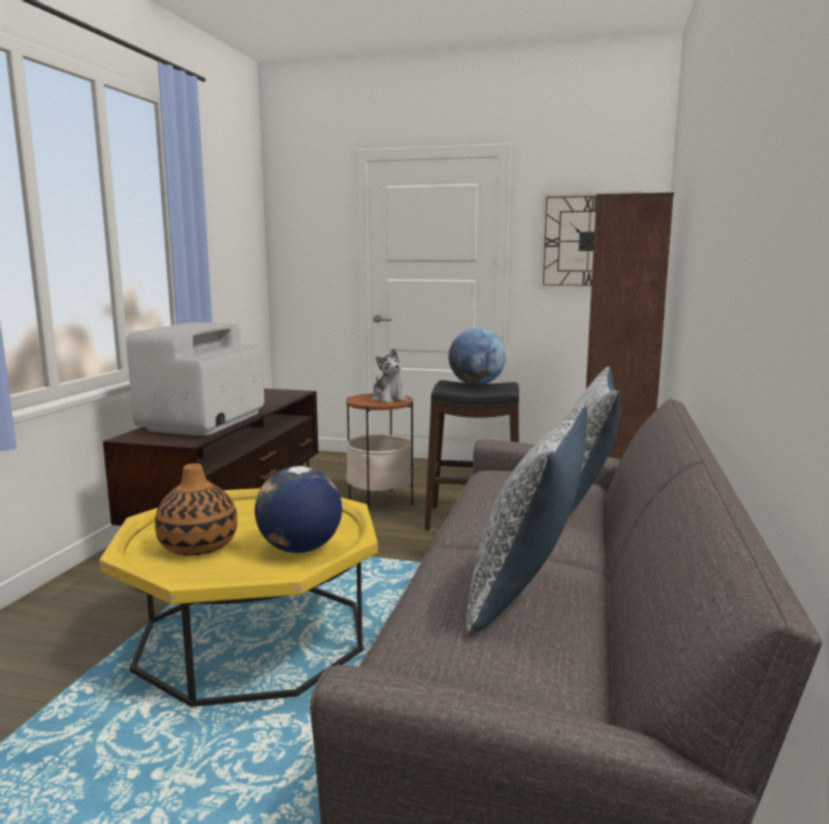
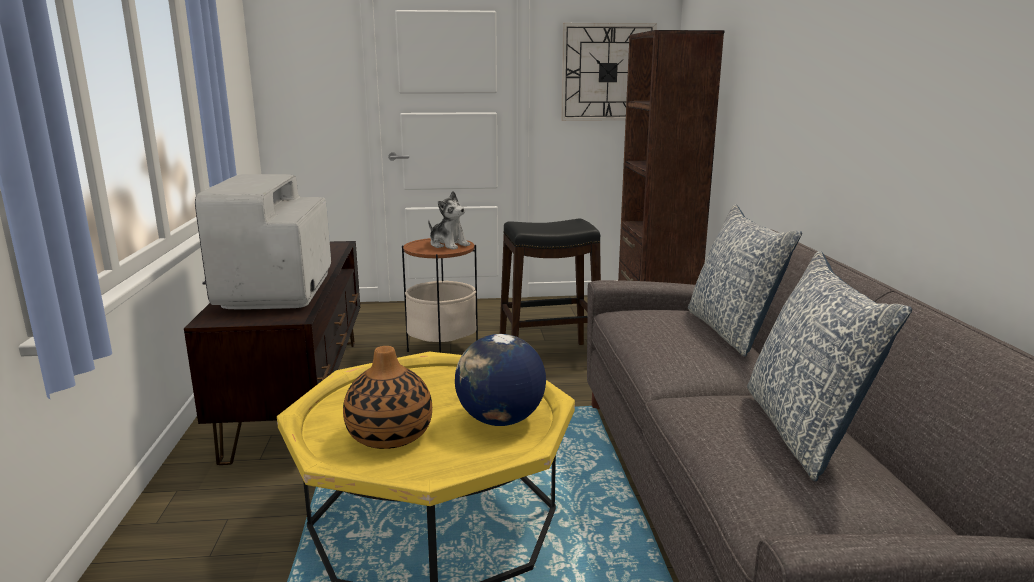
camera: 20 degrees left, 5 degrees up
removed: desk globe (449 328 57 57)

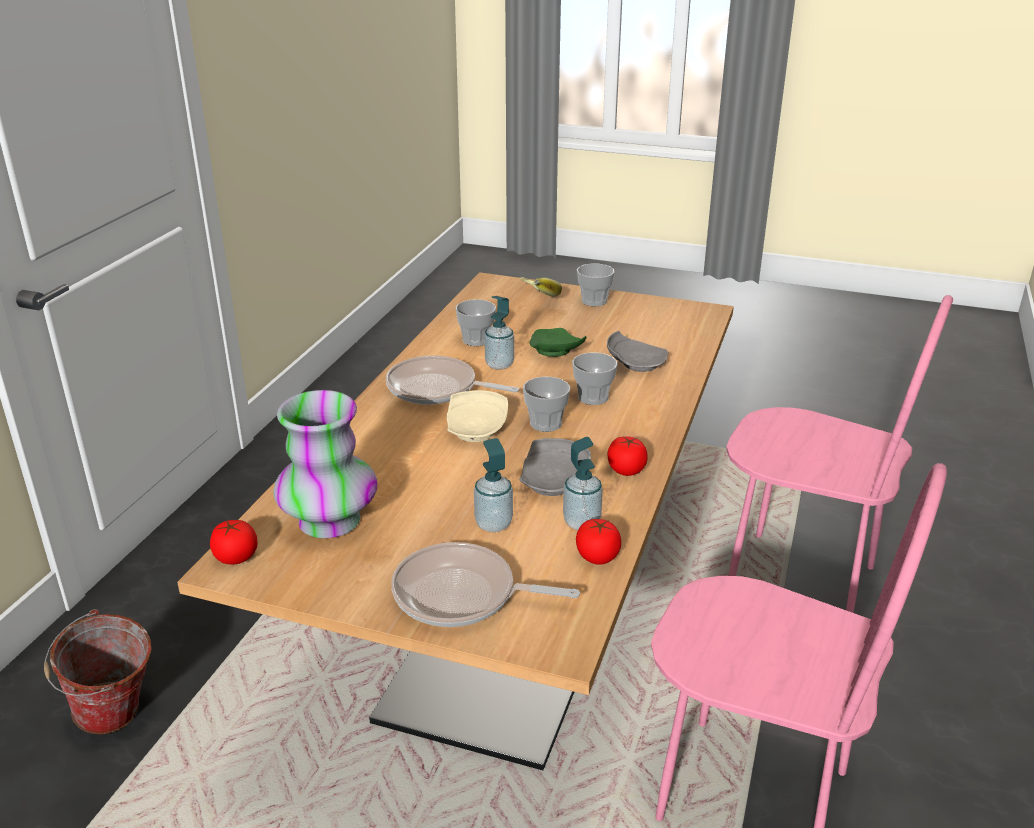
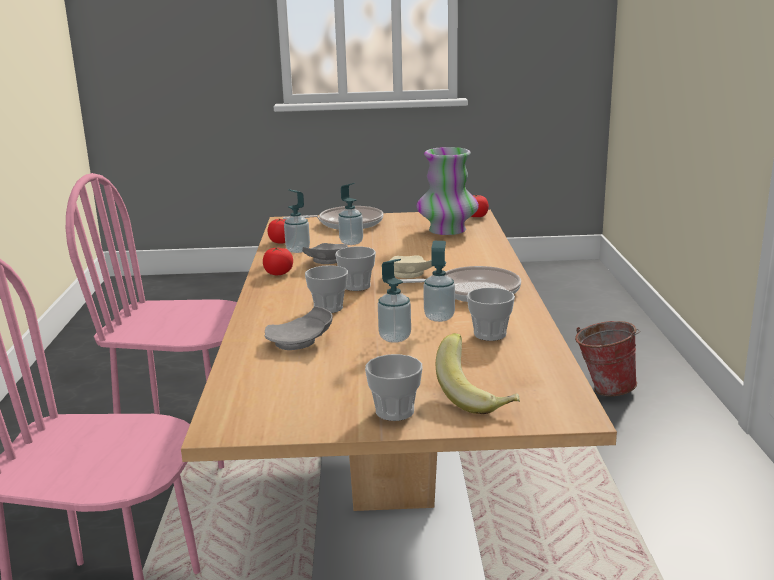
camera: 160 degrees right, 10 degrees down
replaced: green plate (530 328 56 29) to soap dispenser (378 259 33 84)

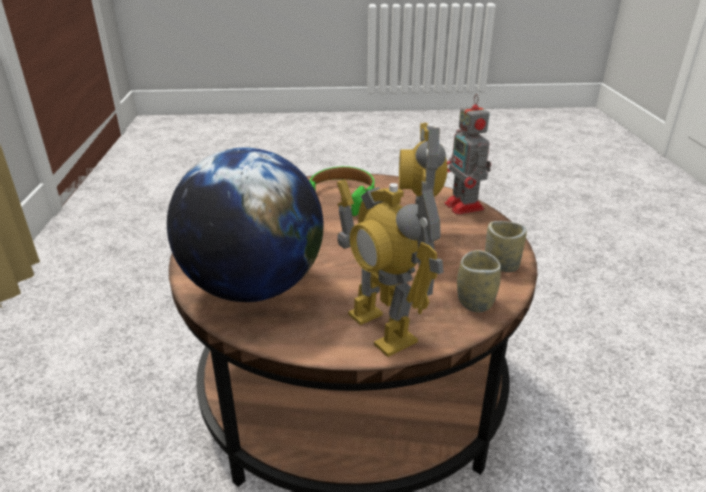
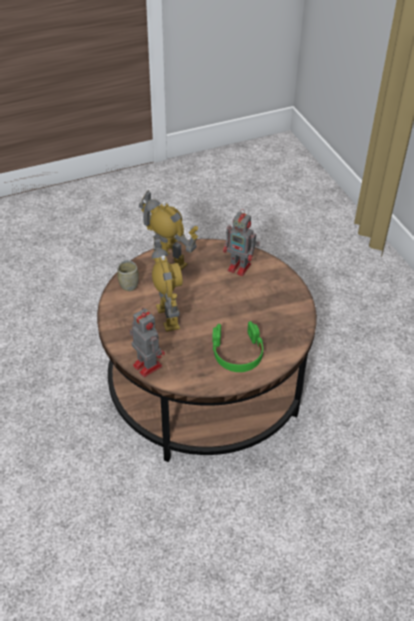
camera: 160 degrees right, 15 degrees up
removed: cup (485 221 42 51)
replaced: desk globe (167 147 157 155) to toy robot (223 209 36 67)

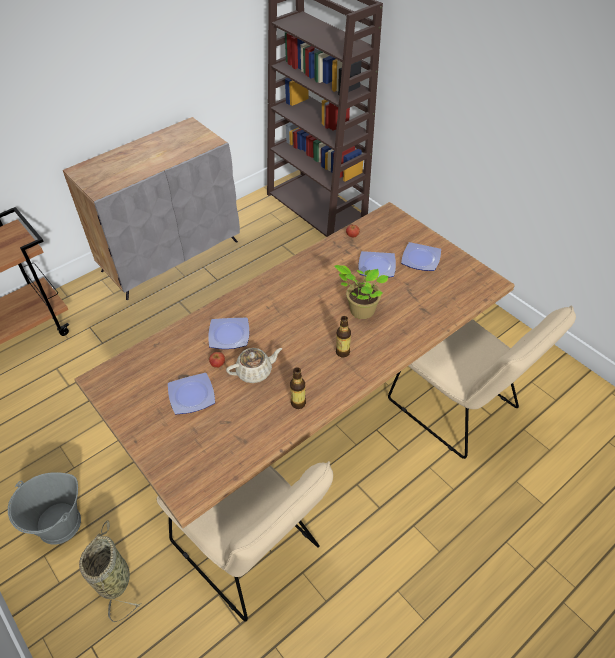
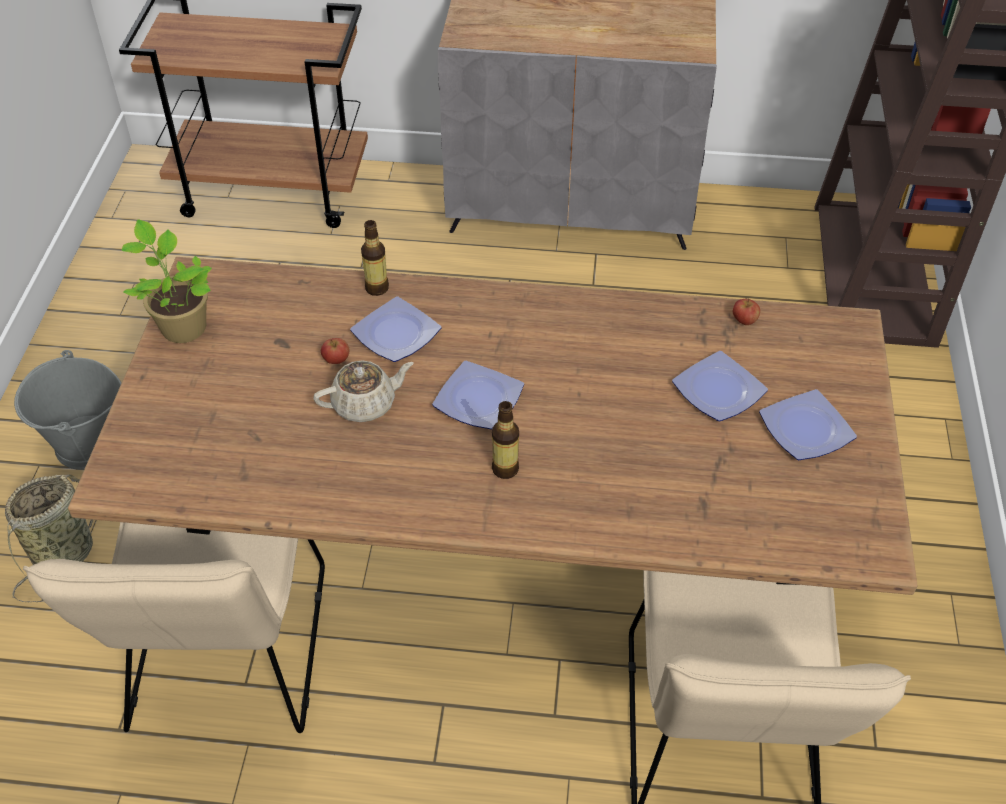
camera: 45 degrees right, 0 degrees up
moved: potted plant (334 265 54 54) to (122 220 90 123); bottle (290 367 16 42) to (361 220 28 76); plate (168 373 47 41) to (432 361 92 69)
turned: sand-coloured pot for tea (226 348 56 35) = (313 360 101 62) 45 degrees counterclockwise

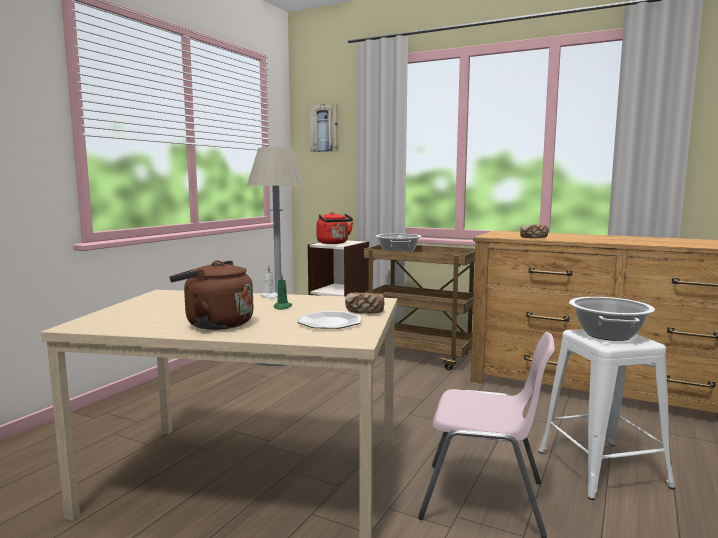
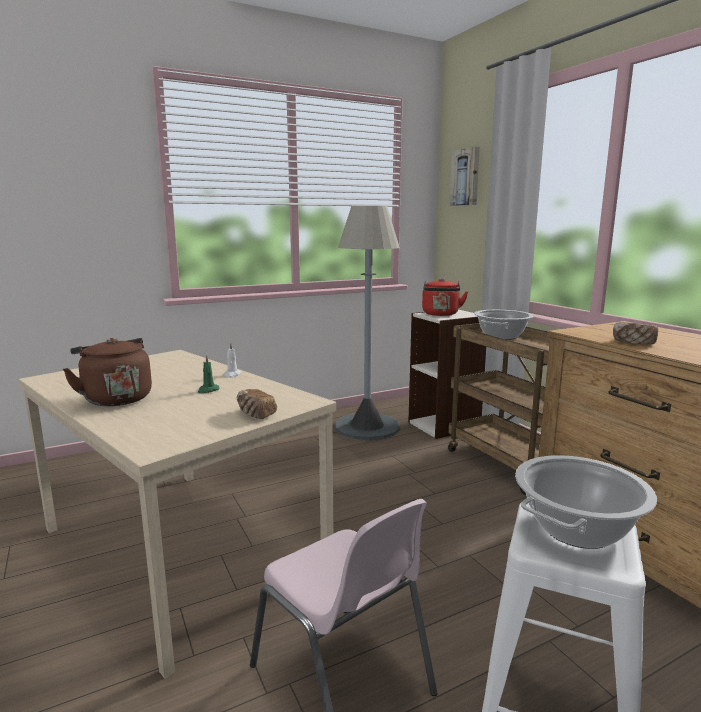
camera: 35 degrees right, 5 degrees up
removed: plate (297 311 65 18)

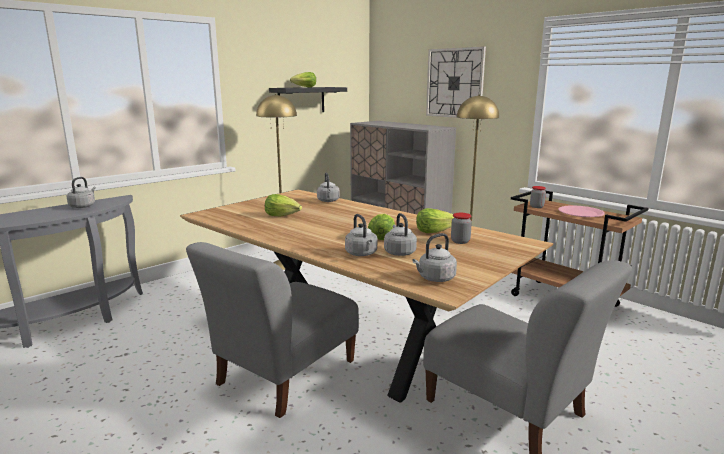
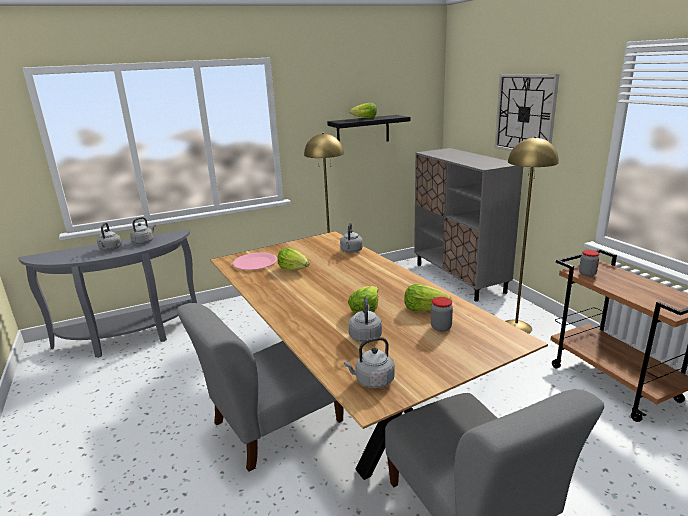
camera: 20 degrees right, 5 degrees up
moved: pink-coloured plate (558 205 47 12) to (233 253 44 17); grey water kettle (345 214 32 42) to (97 223 25 28)

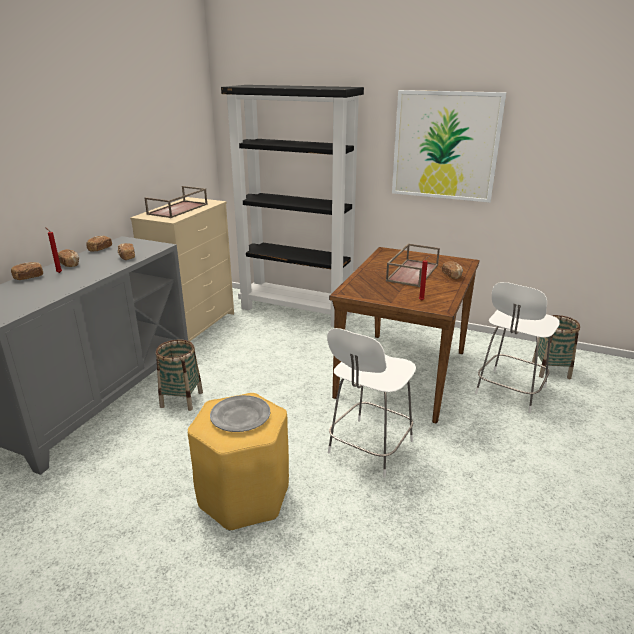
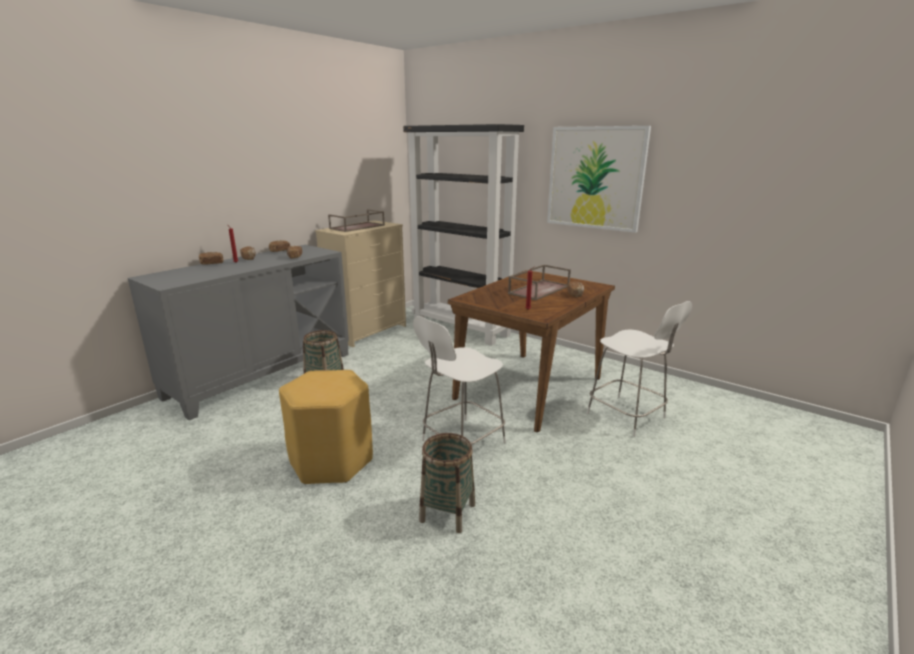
camera: 15 degrees right, 5 degrees down
removed: grey plate (210 395 60 37)
moved: storage basket (532 315 48 64) to (419 433 56 100)
turned: white-coloured plain chair (475 282 85 131) = (587 301 105 136) 90 degrees counterclockwise

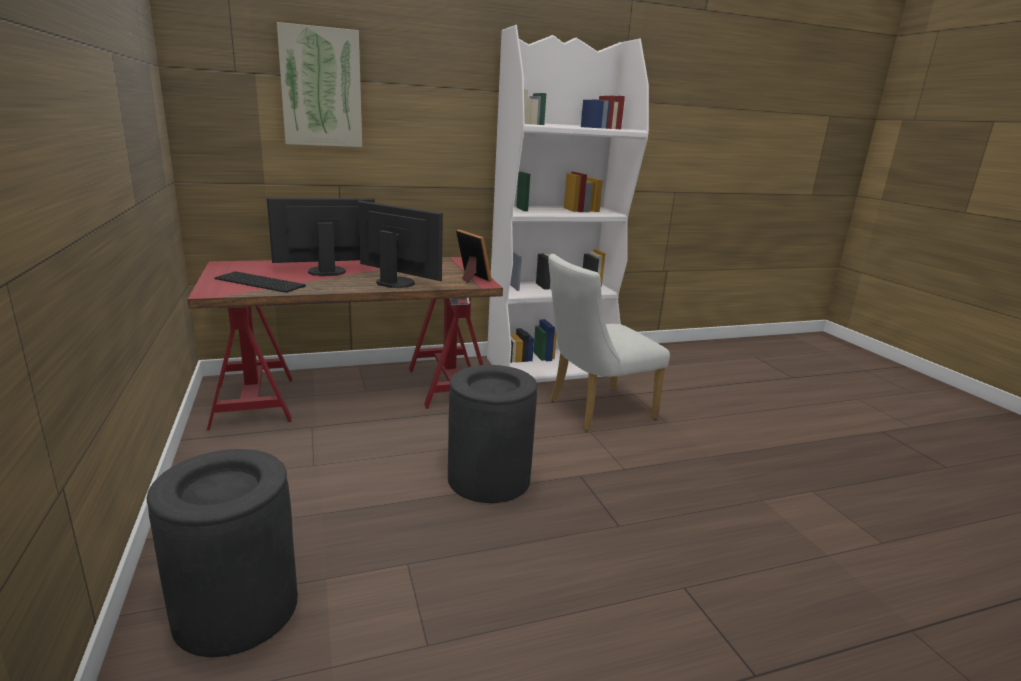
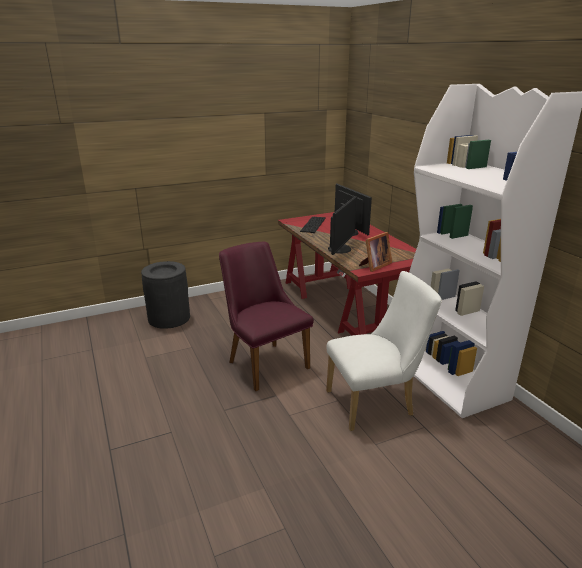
camera: 85 degrees right, 5 degrees up
removed: wall picture (277 22 85 125)
replaced: black rubbish bin (448 365 89 138) to purple-coloured plain chair (219 241 95 150)
turned: white-coloured plain chair (548 254 122 177) = (326 271 116 160) 105 degrees clockwise

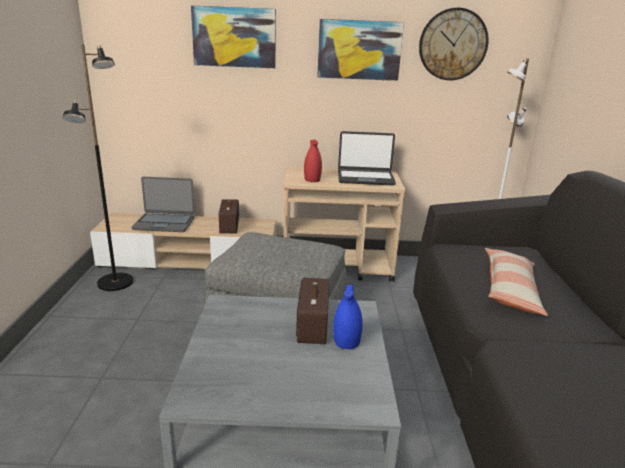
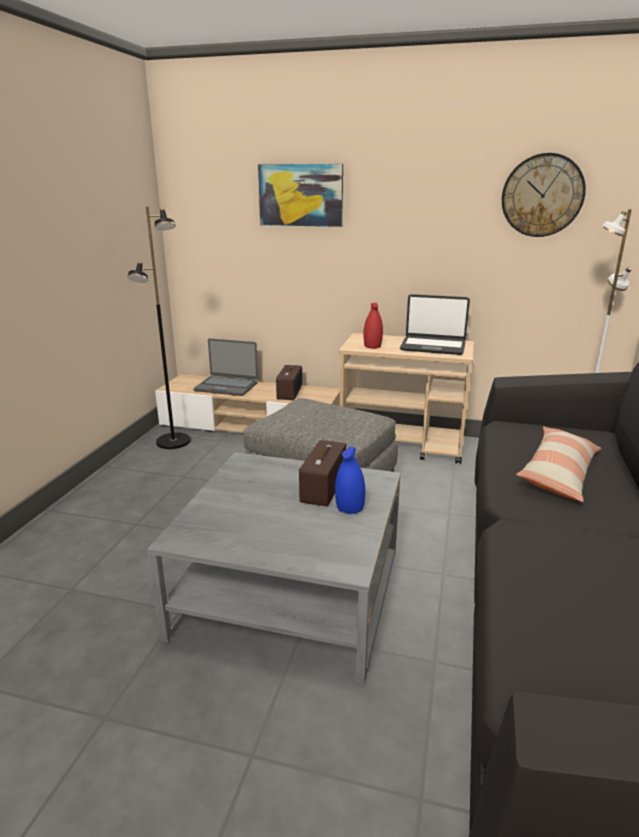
camera: 15 degrees right, 0 degrees up
removed: wall picture (317 19 87 62)

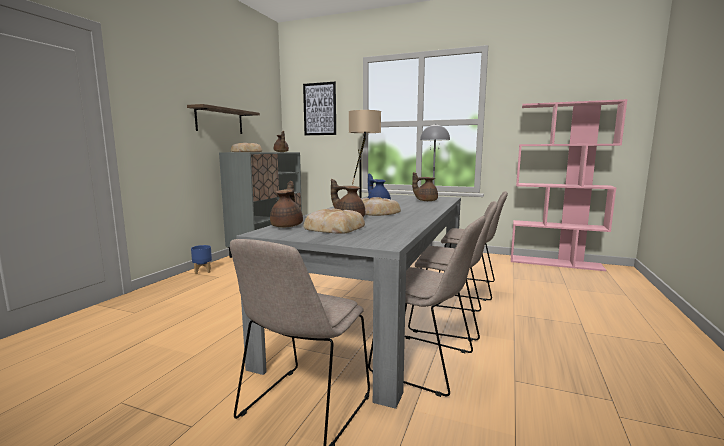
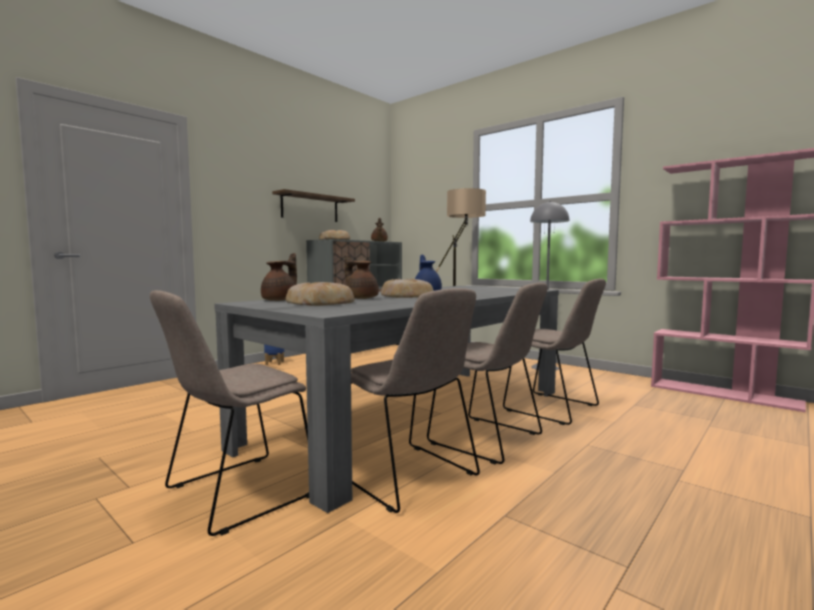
camera: 20 degrees right, 5 degrees down
removed: wall picture (303 82 33 53); brownish pot for tea (412 172 26 29)

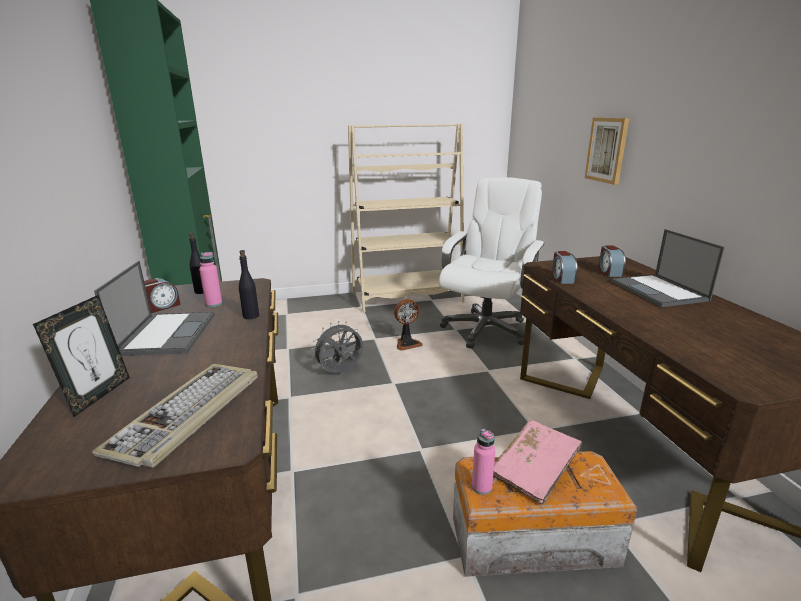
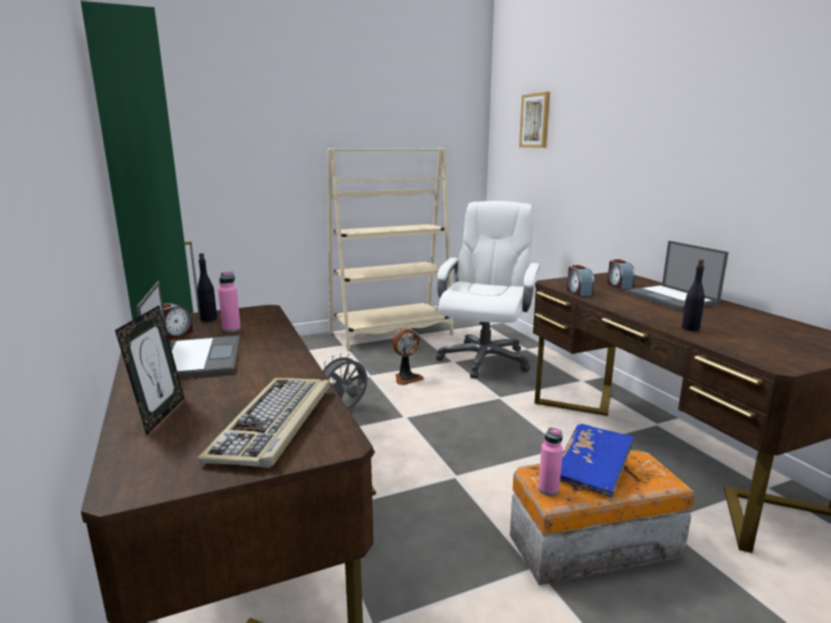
camera: 10 degrees left, 5 degrees down
moved: wall picture (585 118 44 67) to (519 92 31 56); black bottle (239 250 20 69) to (682 259 23 72)
recoloured: pink-coloured book (493 420 89 85) to blue book (560 424 74 73)

